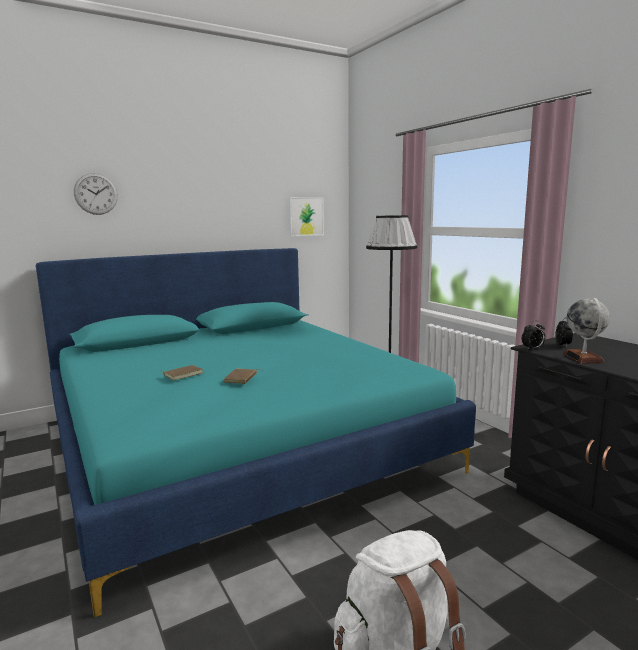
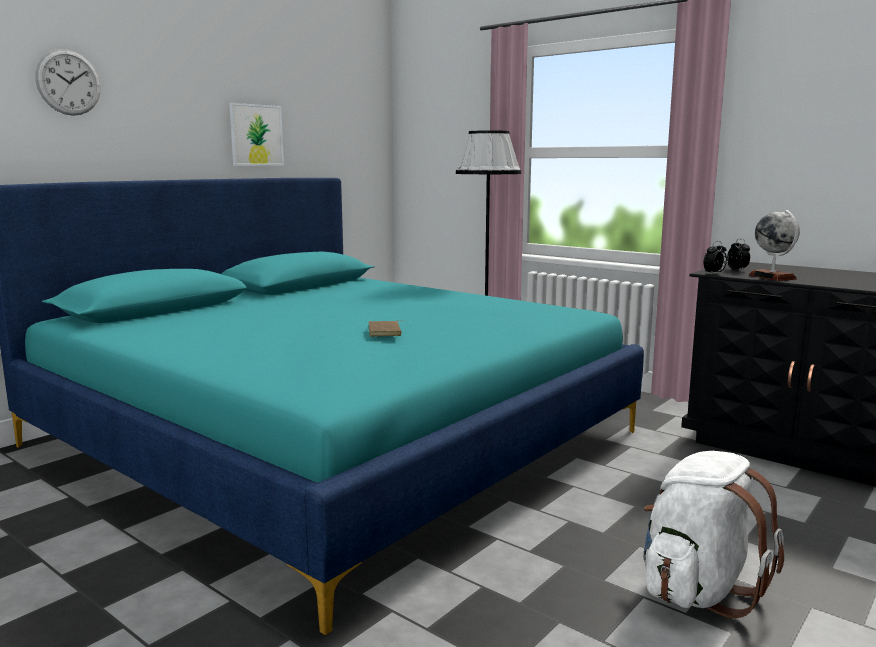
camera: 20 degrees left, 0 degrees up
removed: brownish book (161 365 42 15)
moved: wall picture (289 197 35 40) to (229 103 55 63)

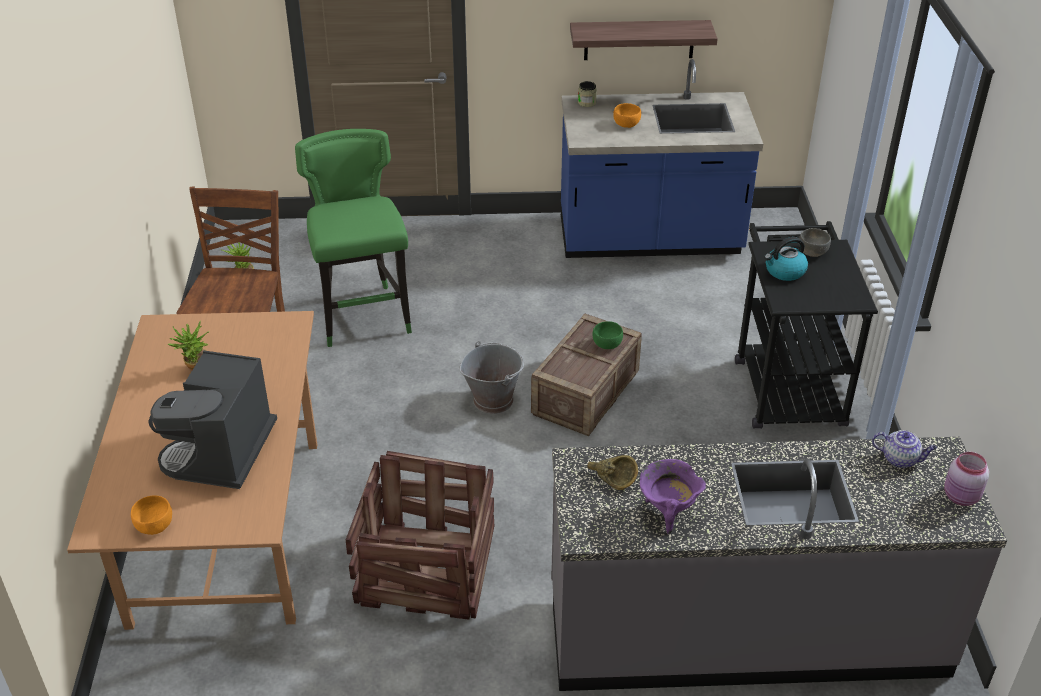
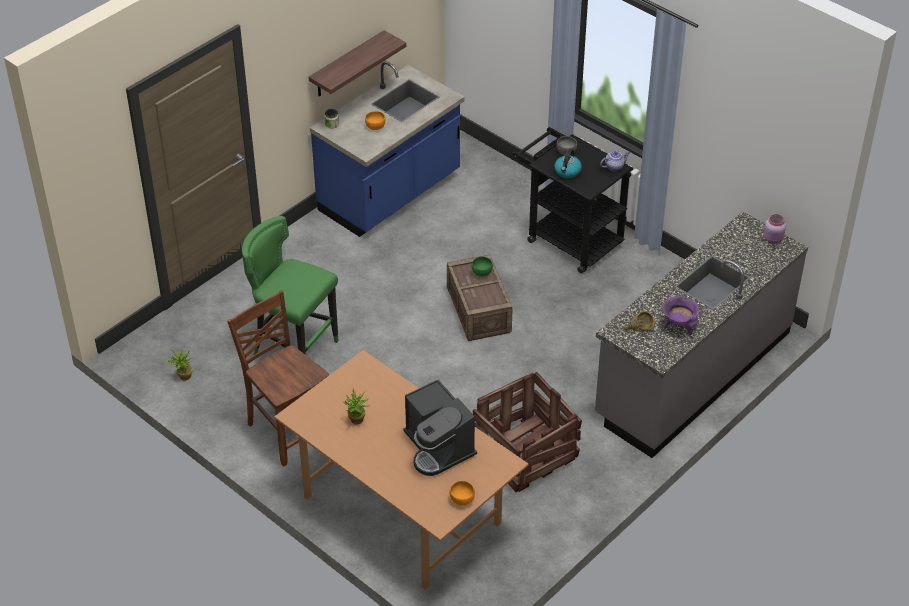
camera: 45 degrees left, 5 degrees up
removed: grey pail (460 341 64 73)
moved: pot for tea (872 430 65 38) to (600 151 30 20)

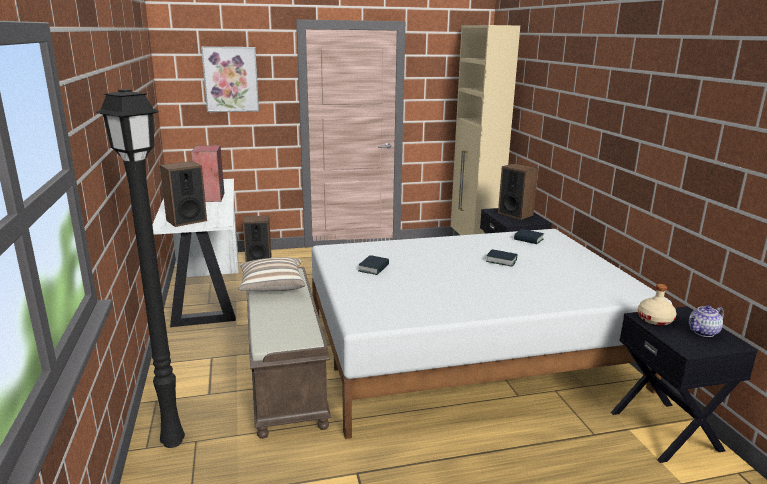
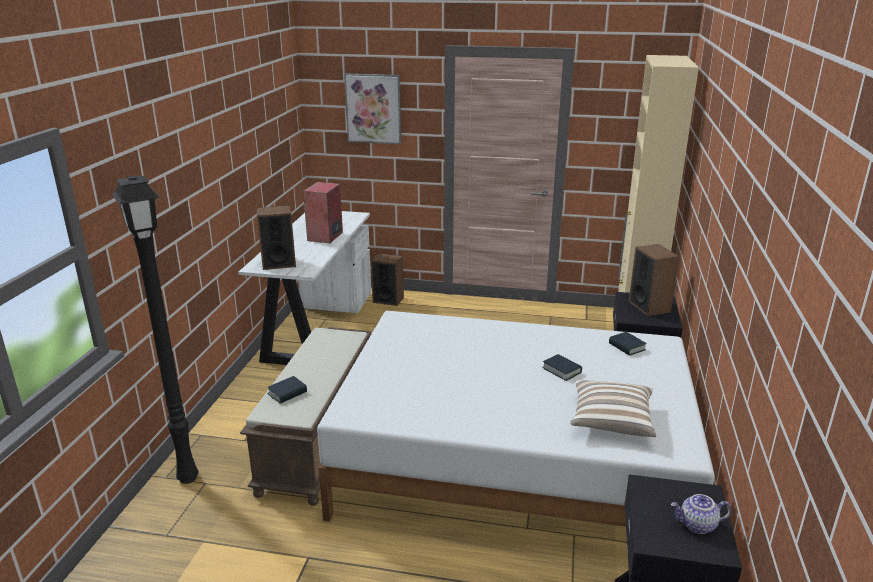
camera: 25 degrees right, 5 degrees up
removed: sand-coloured bottle (638 284 38 41)
moved: book (358 255 31 20) to (267 376 40 28); pillow (238 257 67 34) to (570 380 86 57)

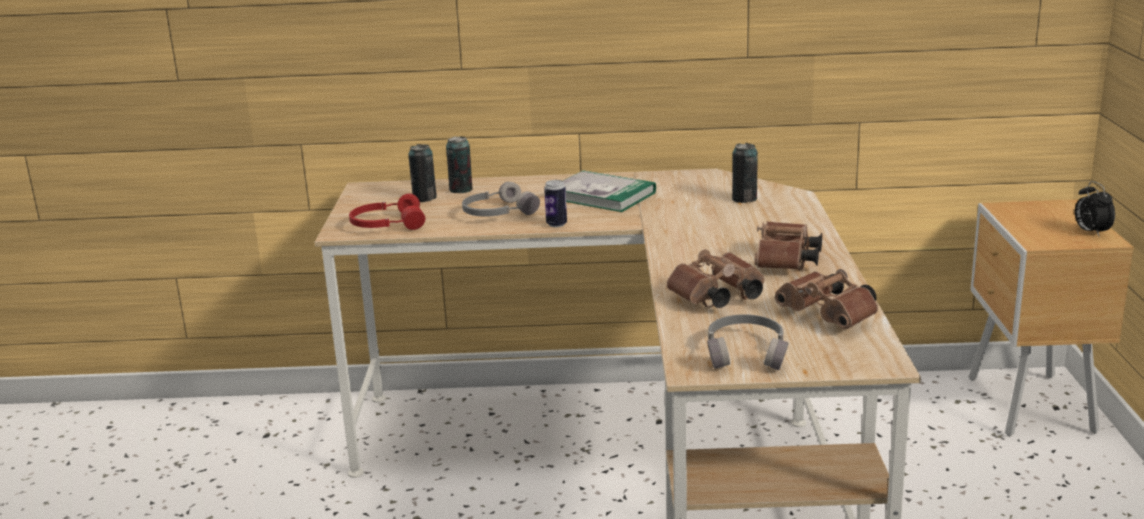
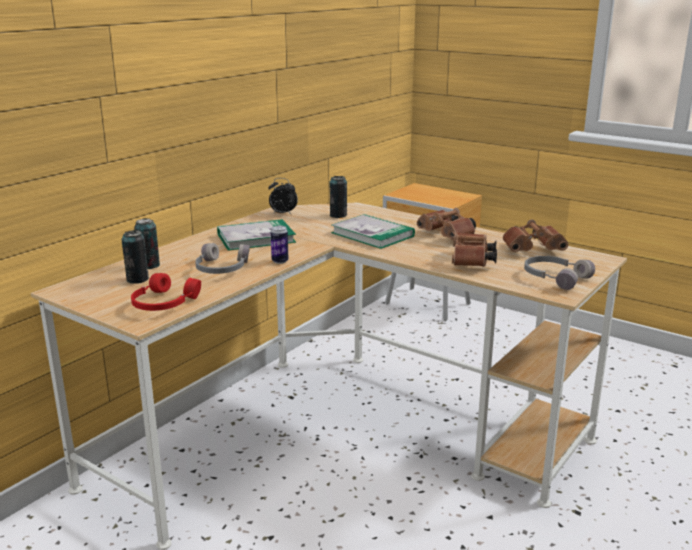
camera: 55 degrees left, 0 degrees up
added: book (331 214 84 35)
moved: bedside clock (1075 181 40 55) to (268 178 30 36)

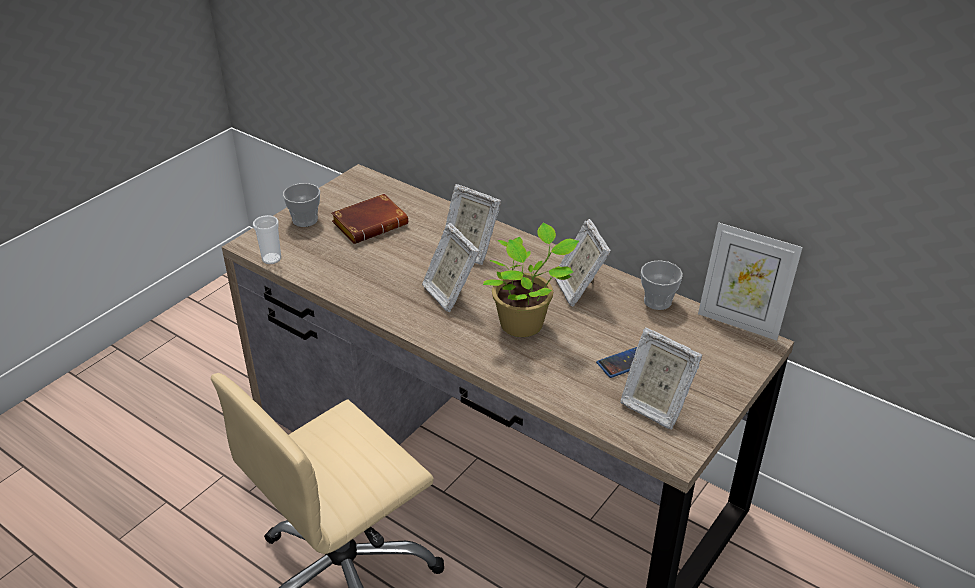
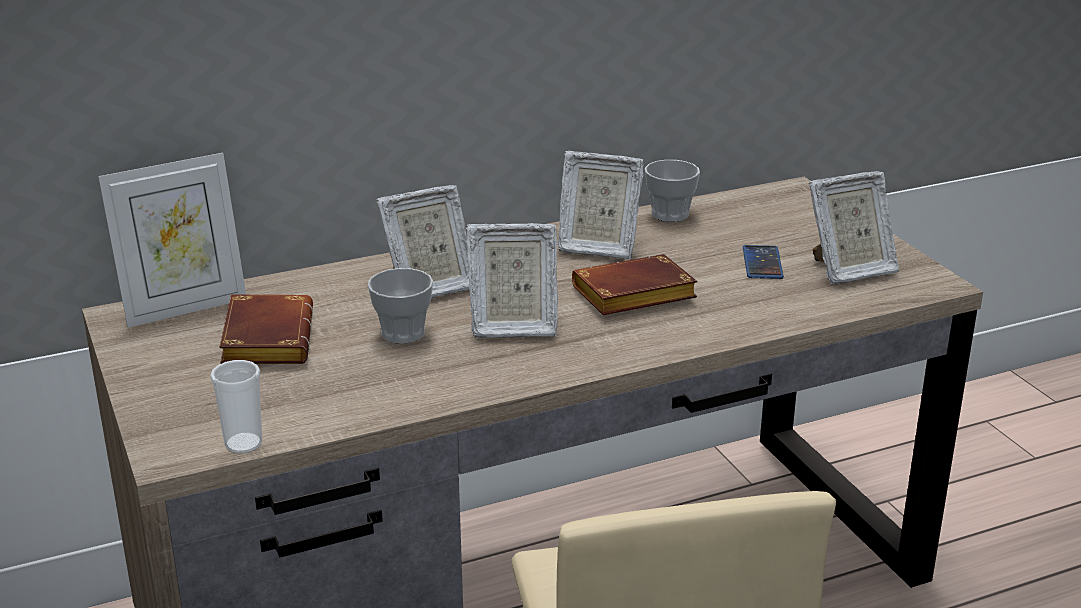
camera: 60 degrees left, 10 degrees down
moved: cup (283 183 37 44) to (368 268 65 76); standing frame (698 222 105 119) to (98 153 148 175)
replaced: potted plant (483 223 96 114) to brownish book (572 254 125 61)

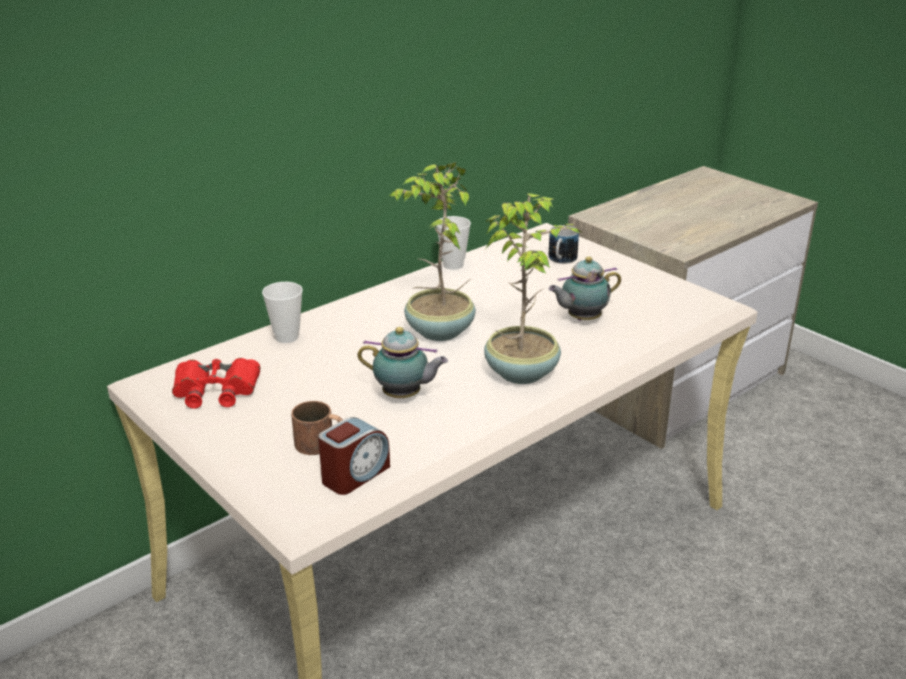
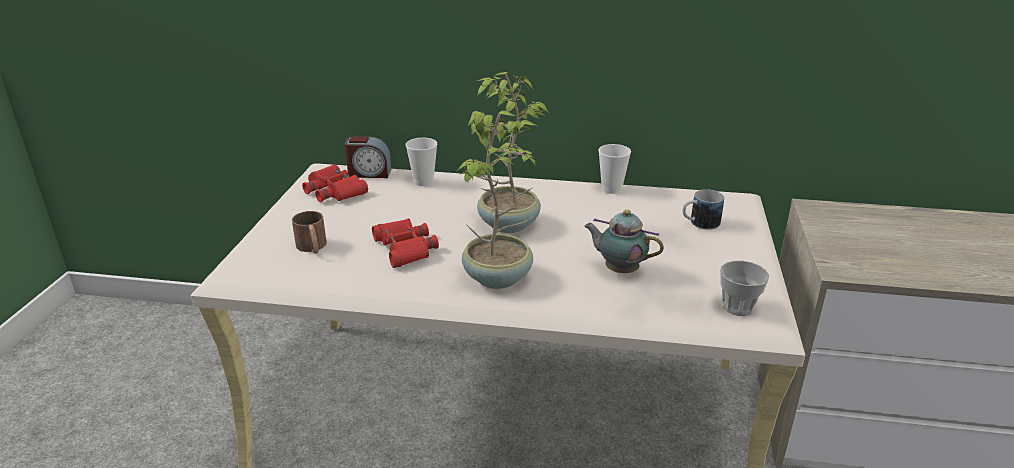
camera: 50 degrees right, 0 degrees up
added: cup (720 261 49 55)
moved: bedside clock (318 417 72 78) to (345 136 47 42)
replaced: pot for tea (358 327 90 71) to red-coloured pair of binoculars (372 218 67 50)

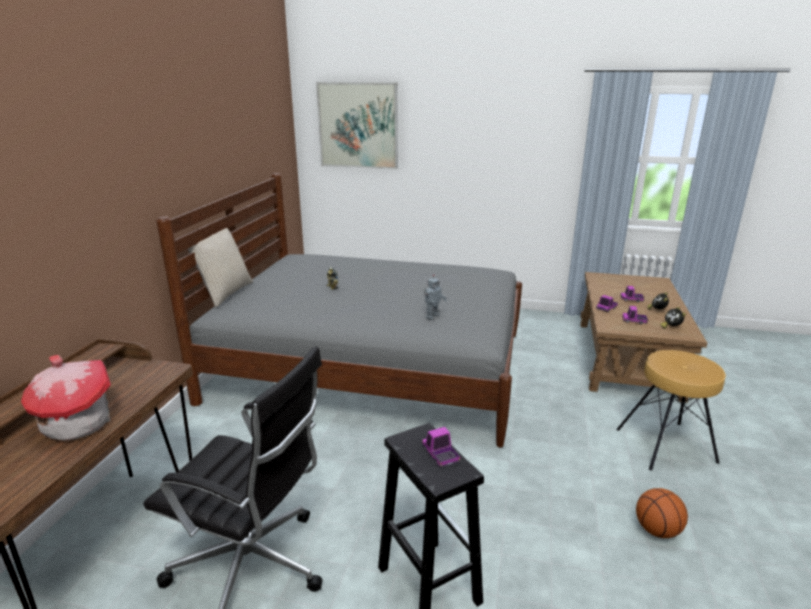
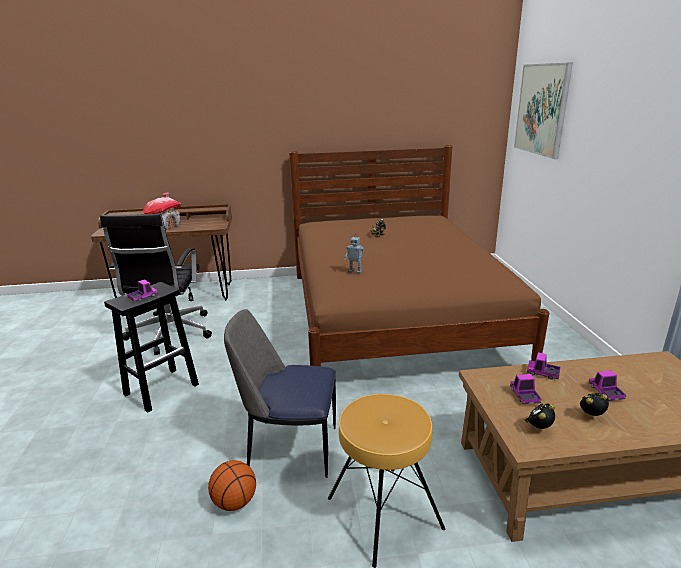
camera: 70 degrees right, 0 degrees up
removed: sand-coloured pillow (188 228 65 79)
added: plain chair (224 309 112 169)
recoloured: grey bed (156 173 366 275) to brownish bed (289 144 260 222)

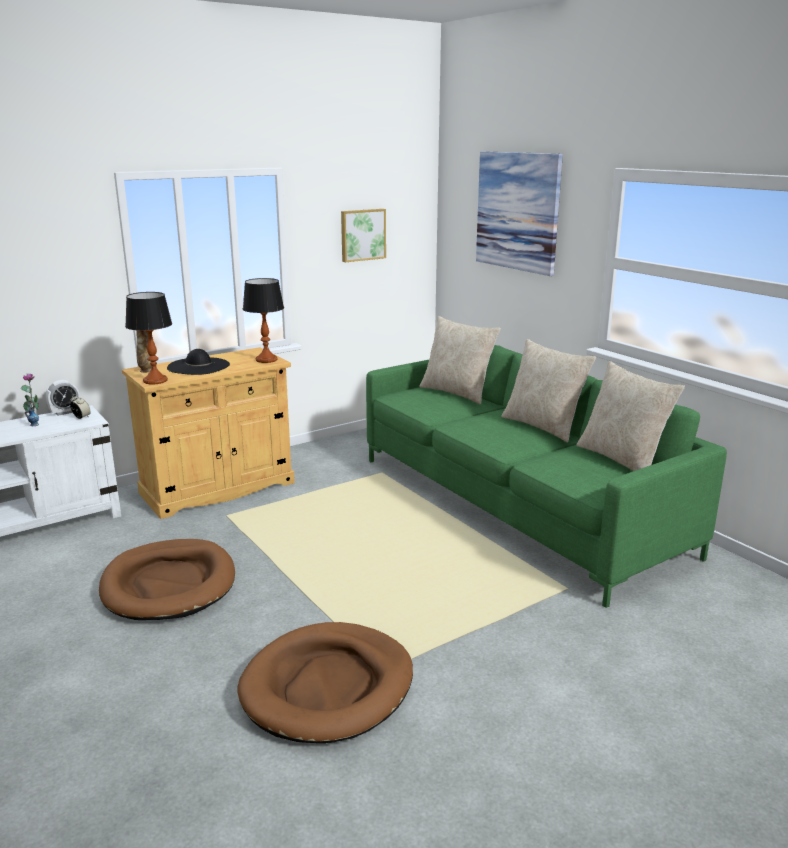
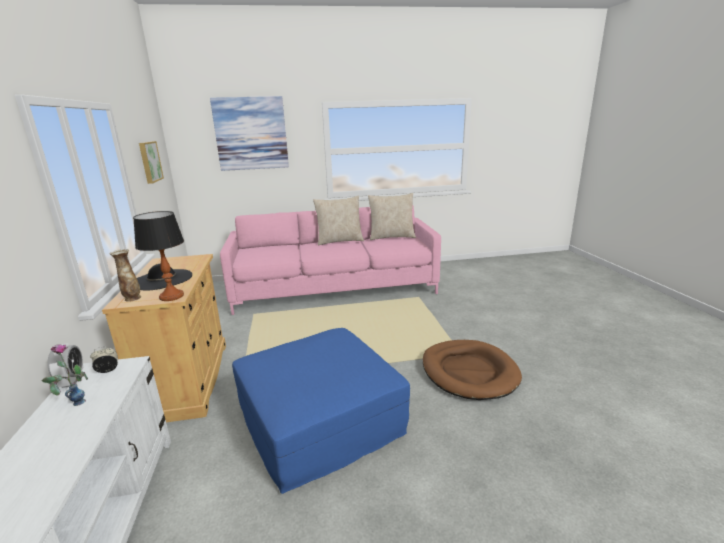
camera: 65 degrees left, 0 degrees up
removed: table lamp (243 278 41 85); sand-coloured pillow (420 316 81 88)
replaced: brownish pet bed (99 539 136 81) to blue pouffe (232 328 178 166)
recoloured: green sofa (366 345 361 263) to pink-coloured sofa (220 205 221 110)

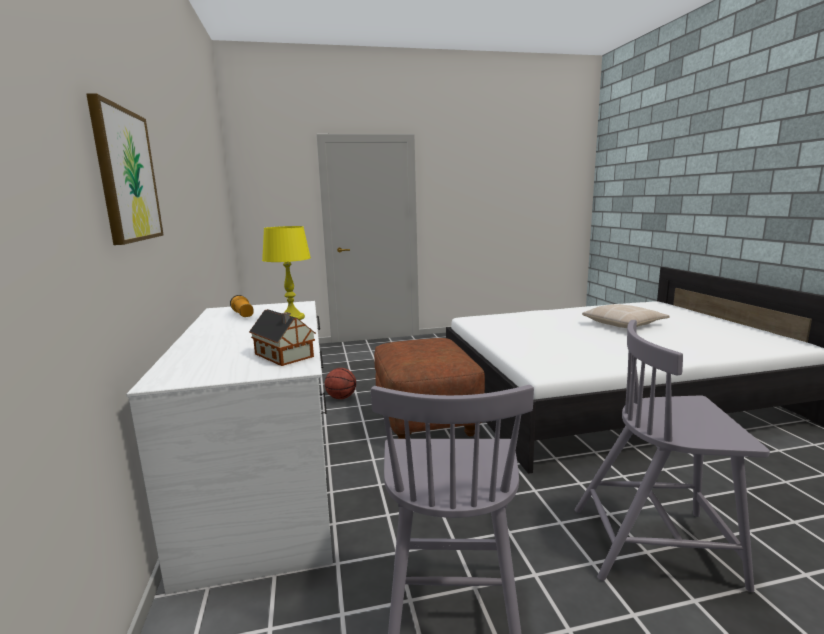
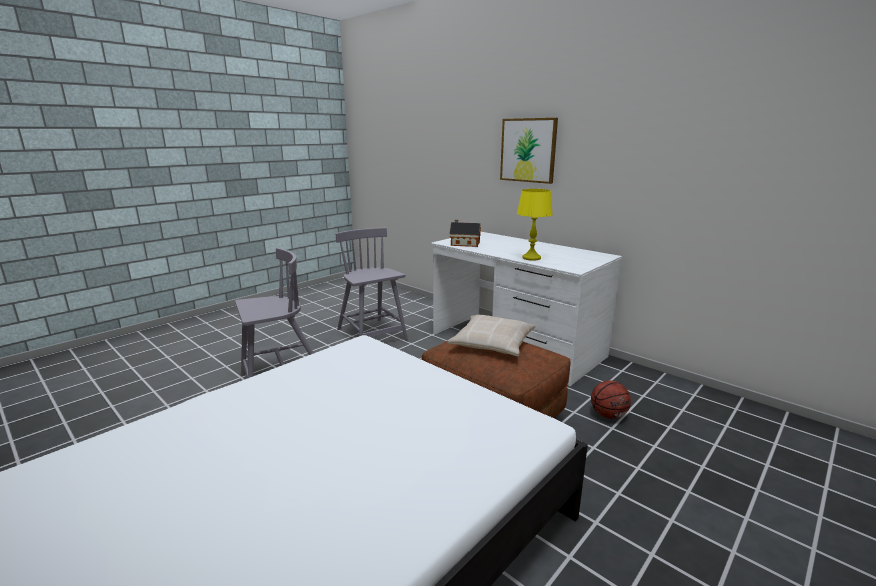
camera: 145 degrees right, 5 degrees up
removed: flashlight (230 295 24 22)
moved: sand-coloured pillow (582 304 88 24) to (447 315 88 41)

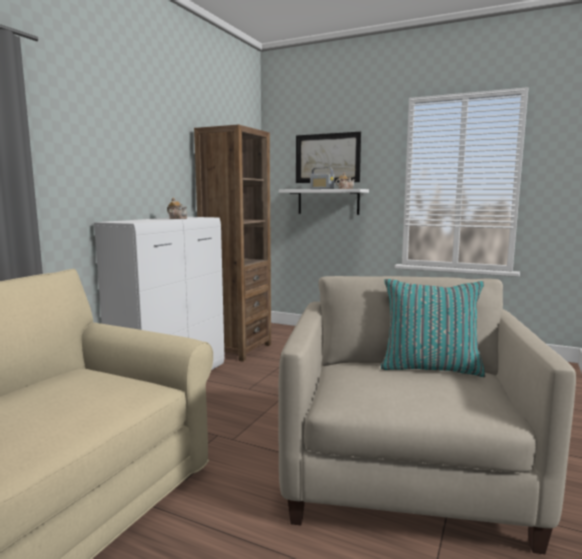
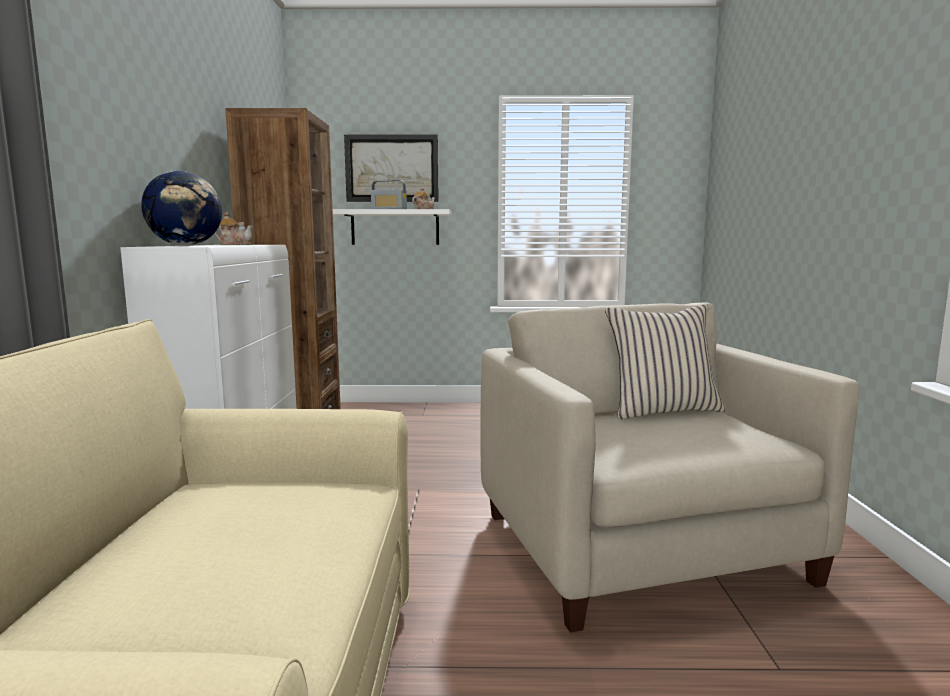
camera: 25 degrees left, 0 degrees up
added: desk globe (141 171 81 75)
recoloured: turquoise-coloured pillow (381 279 105 98) to sand-coloured pillow (605 304 120 115)

